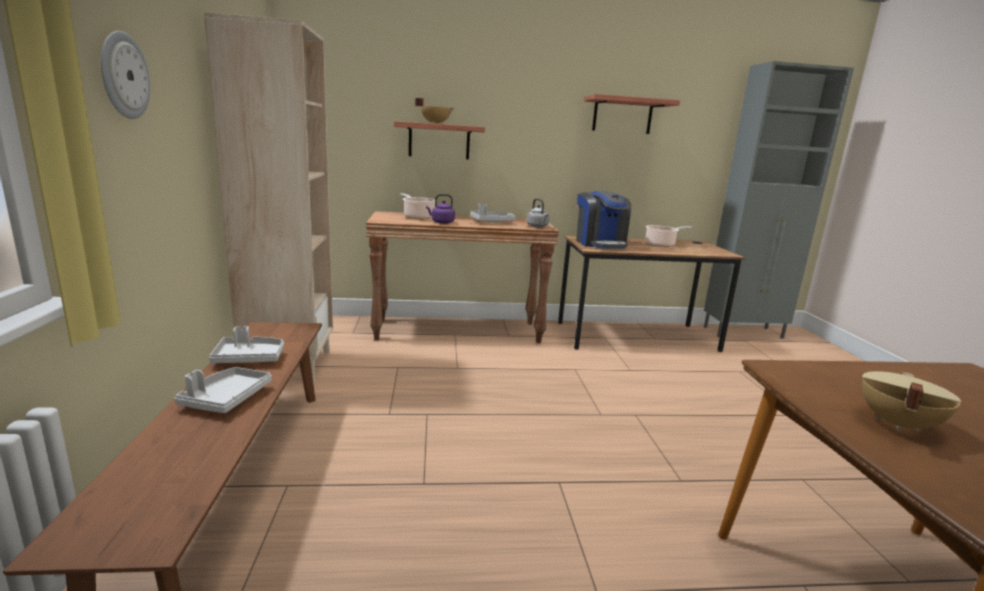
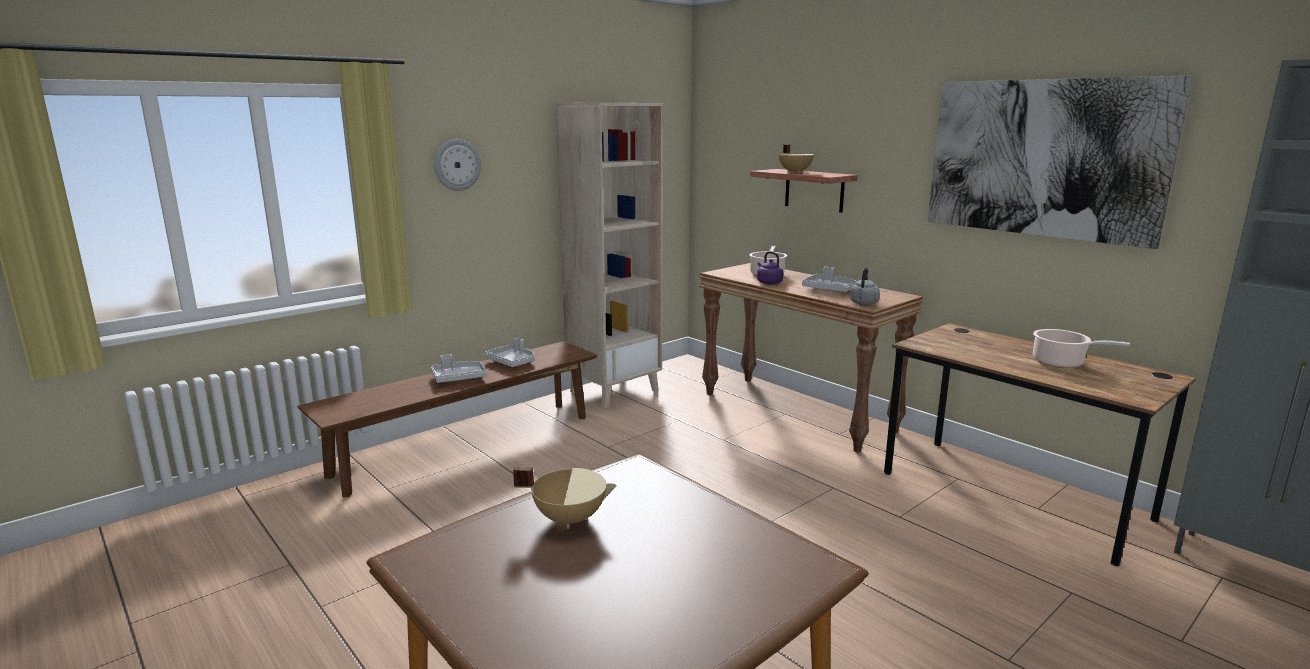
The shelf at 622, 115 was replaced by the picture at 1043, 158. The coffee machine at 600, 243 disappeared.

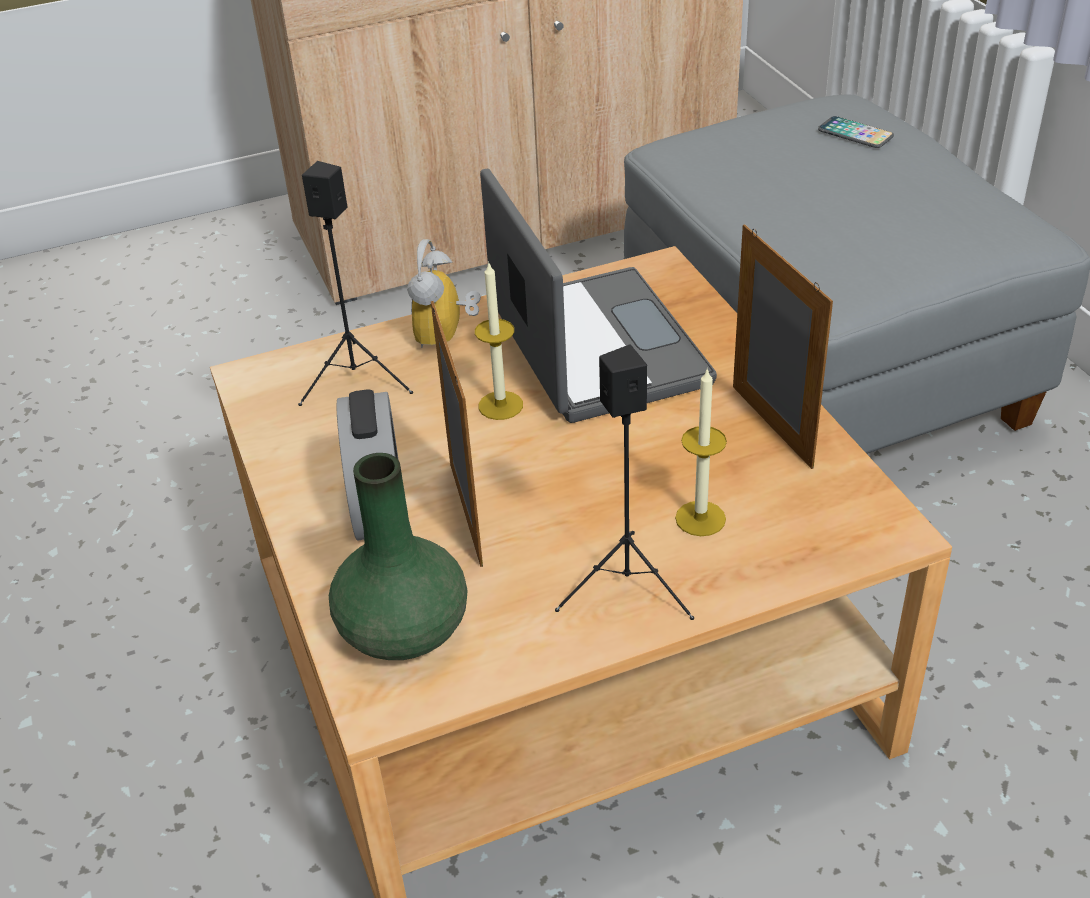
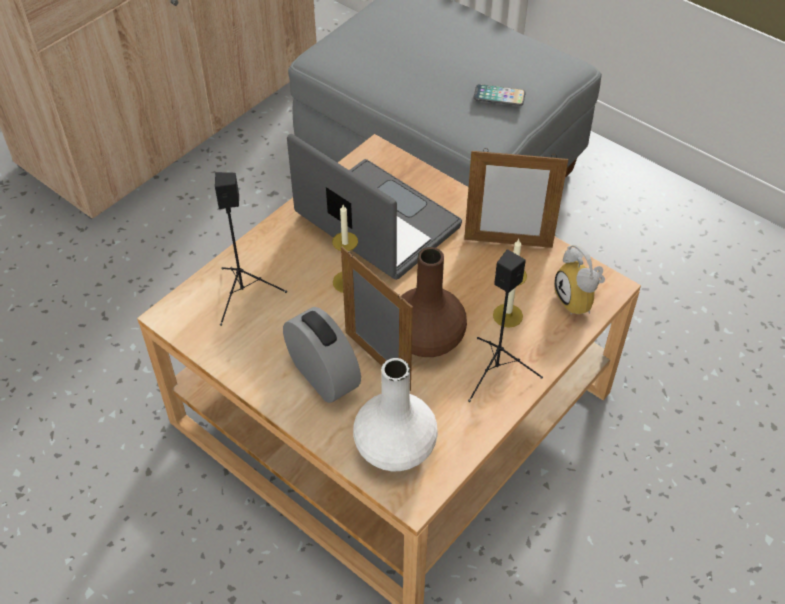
The phone moved from 855, 134 to 499, 96. The picture frame at 771, 426 turned 150 degrees clockwise. The alarm clock moved from 448, 338 to 580, 301. The vase in green at 404, 629 became the vase in white at 394, 446. The vase in brown at 427, 339 appeared.

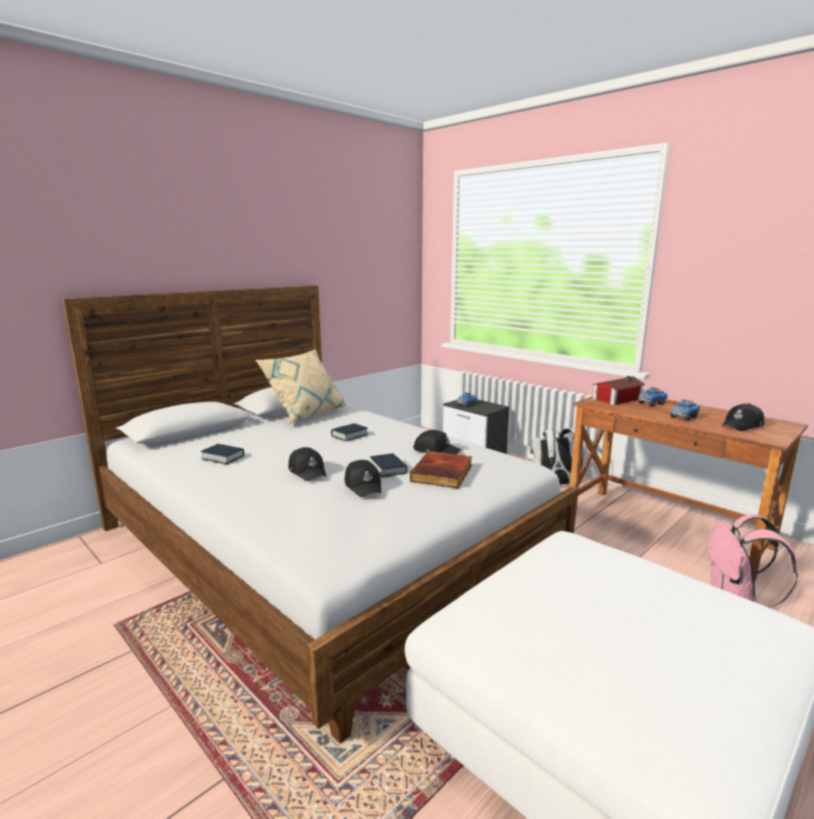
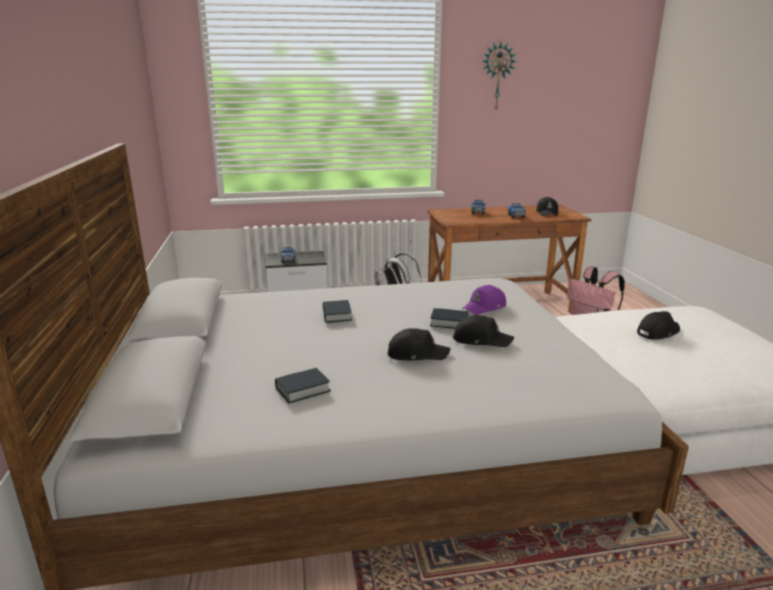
The pillow in beige at 306, 414 disappeared. The toy house at 615, 399 disappeared. The cap in black moved from 436, 450 to 657, 332. The book at 443, 473 was replaced by the cap in purple at 484, 307. The wall clock at 497, 76 appeared.

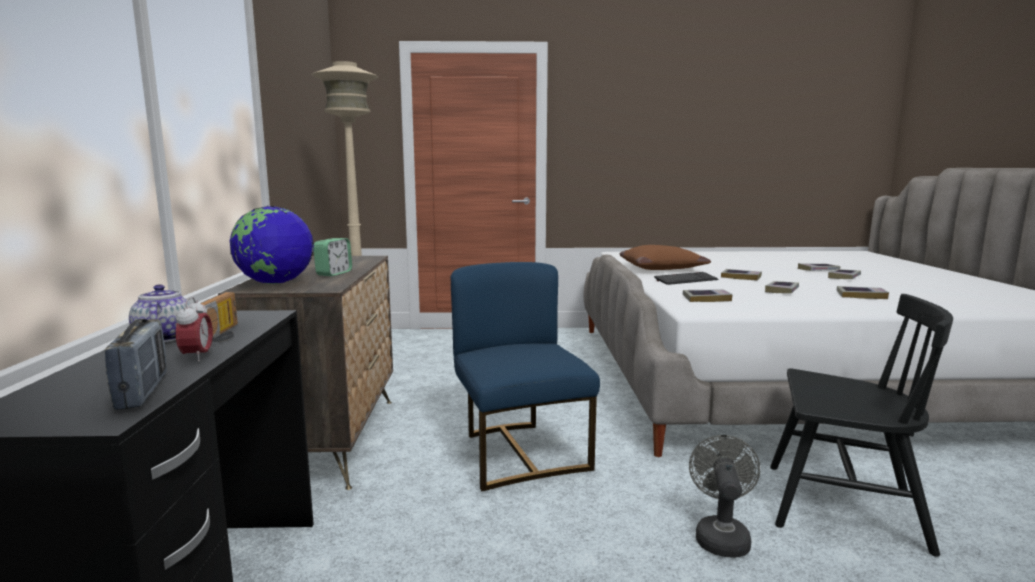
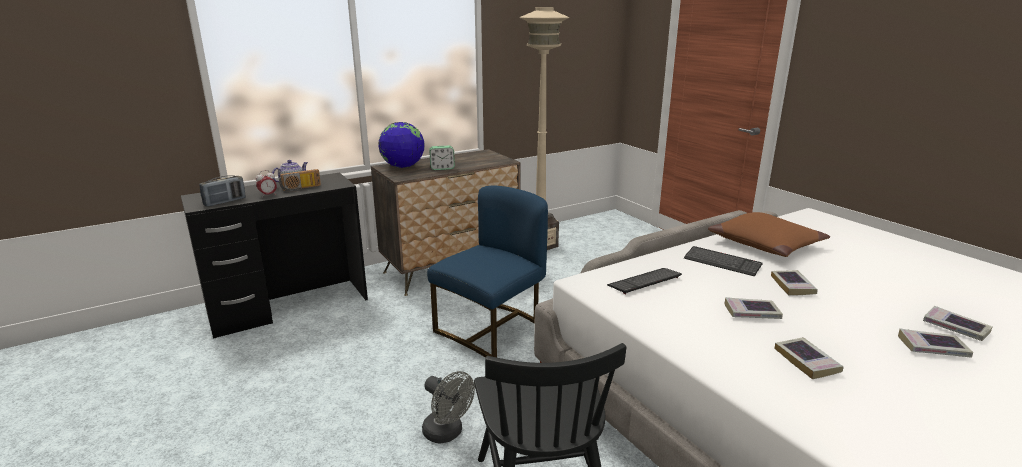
The book at 706, 299 was replaced by the keyboard at 644, 281. The fan in grey at 720, 536 turned 60 degrees clockwise.

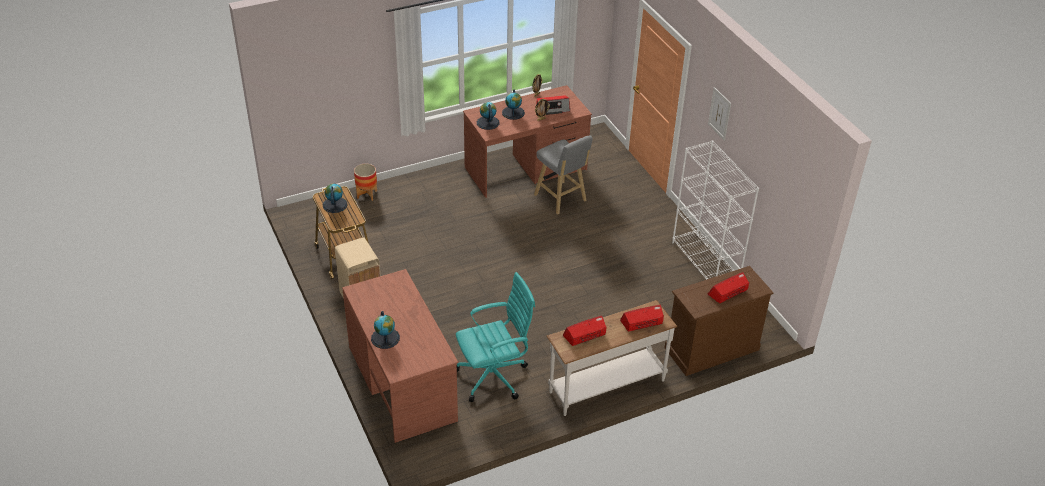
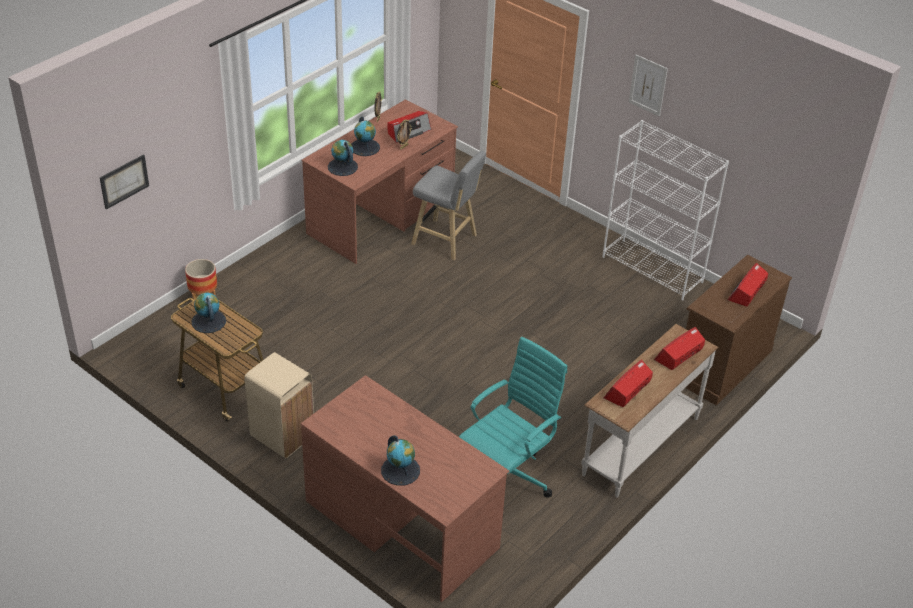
The picture at 124, 181 appeared.

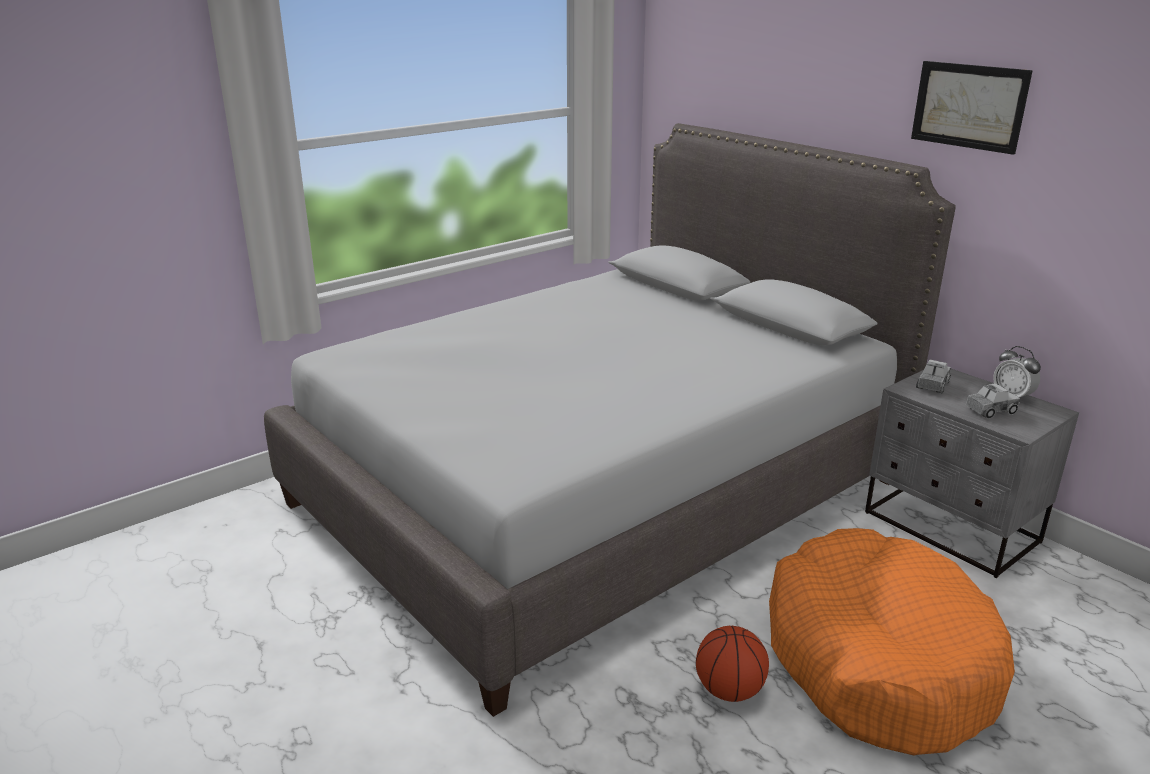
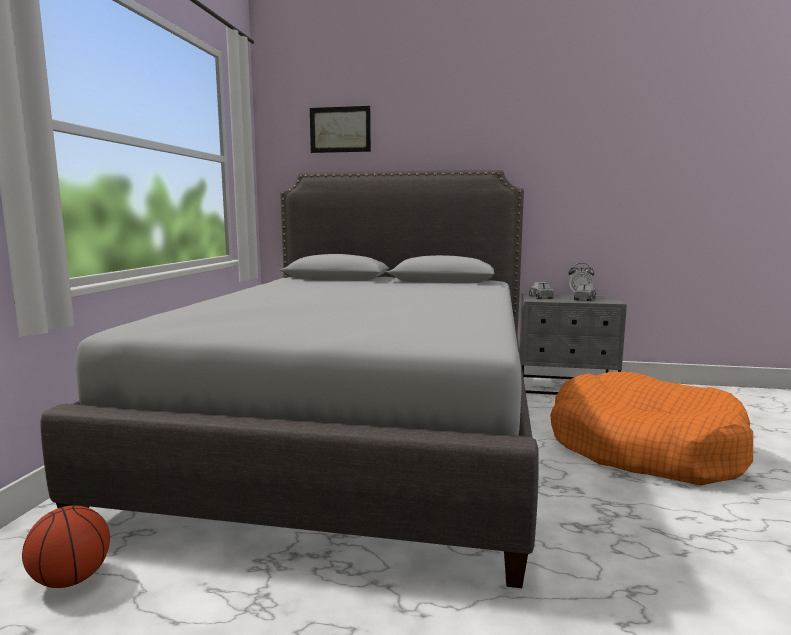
The picture moved from 969, 106 to 340, 129. The basketball moved from 729, 691 to 71, 580.

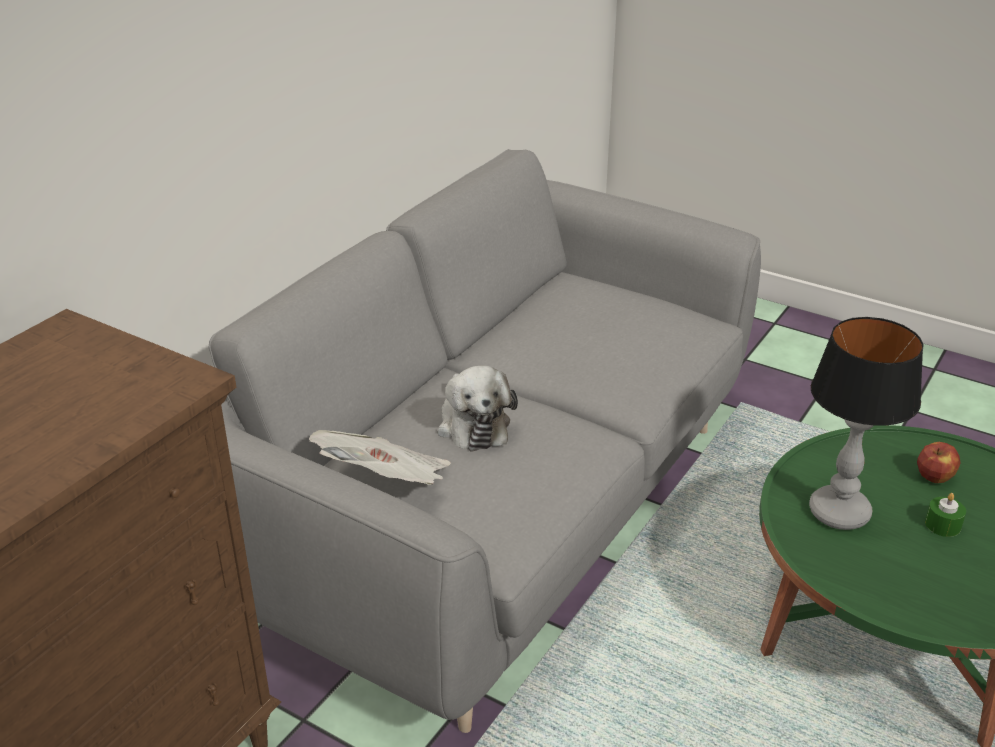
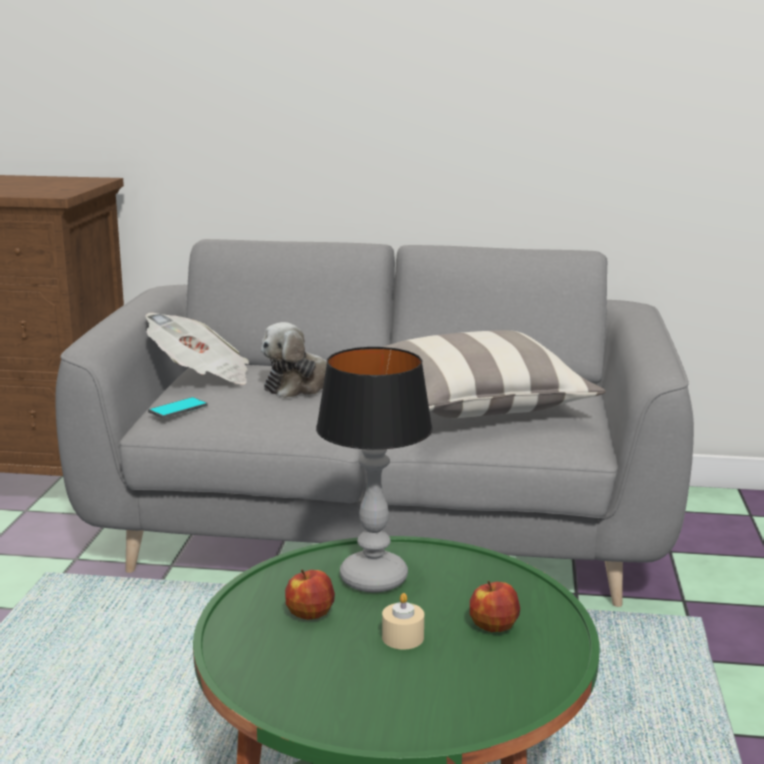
The candle in green at 942, 525 became the candle in beige at 402, 637. The pillow at 478, 403 appeared. The phone at 178, 409 appeared. The apple at 310, 614 appeared.

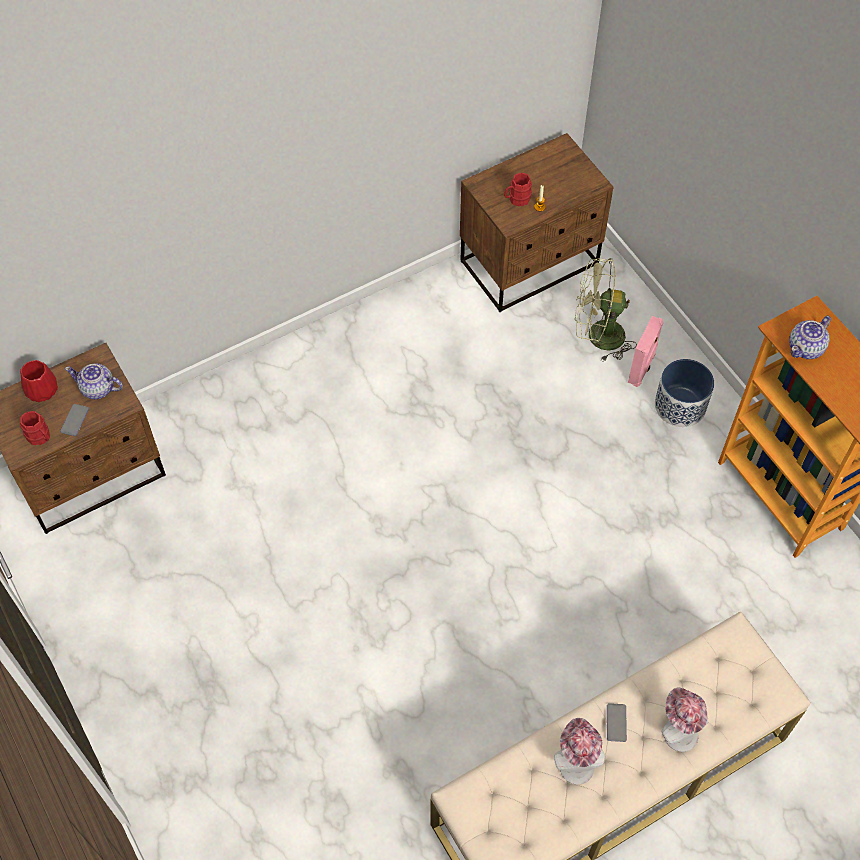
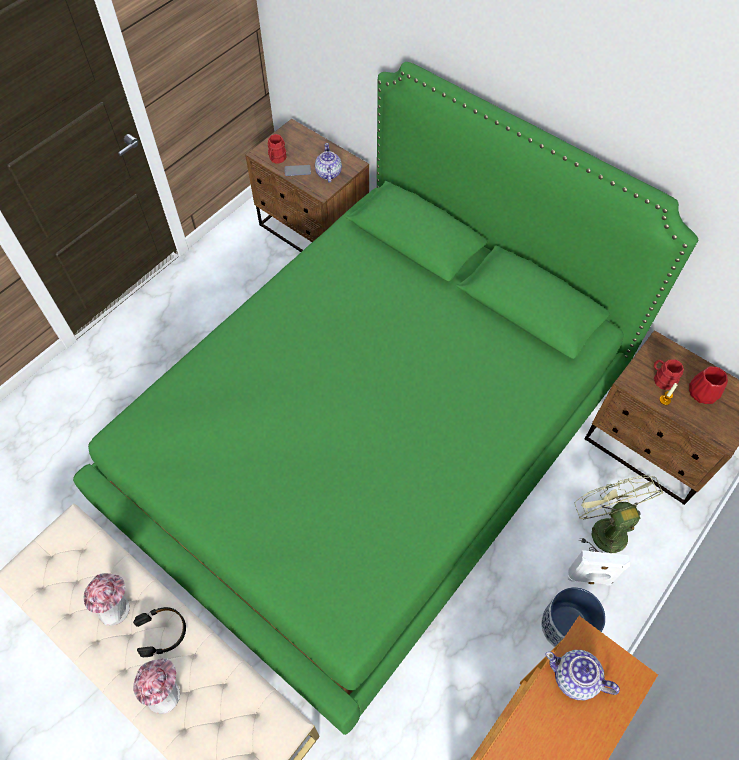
The speaker in pink at 642, 369 became the speaker in white at 589, 578. The vase in red moved from 42, 391 to 701, 393. The phone at 616, 722 was replaced by the headphones in black at 162, 632. The bed in green at 370, 448 appeared.

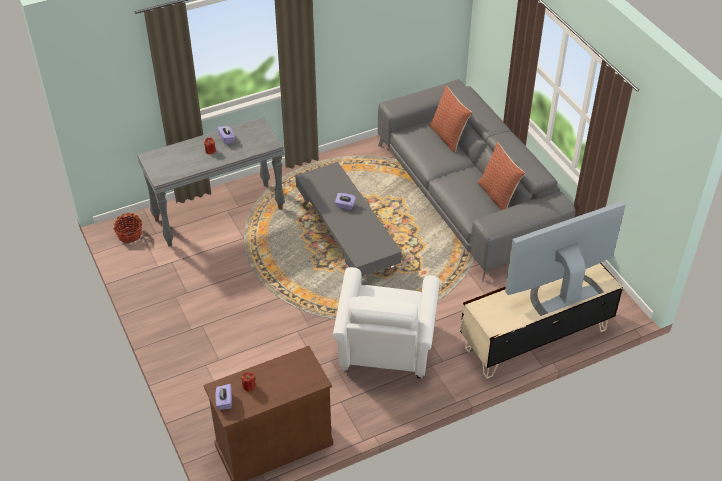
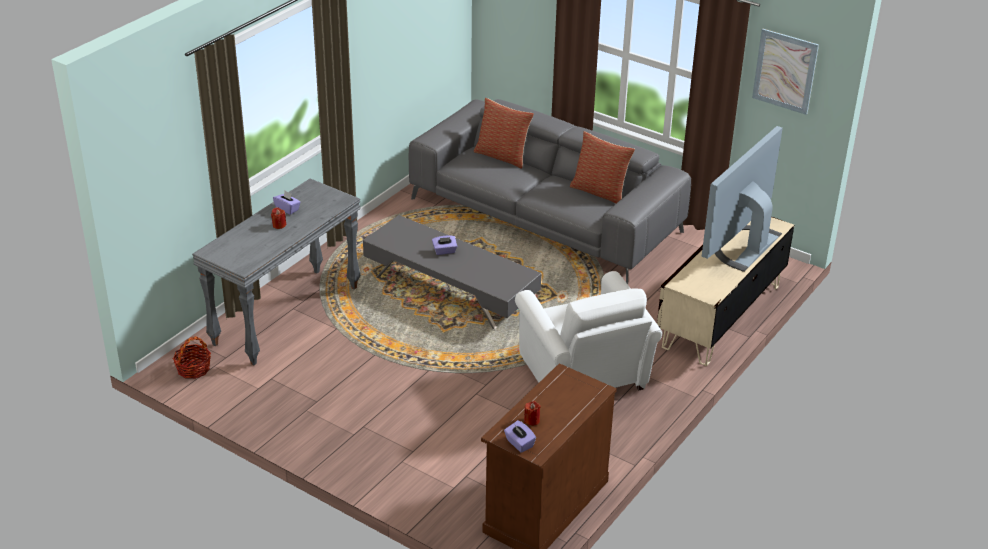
The picture at 785, 71 appeared.

